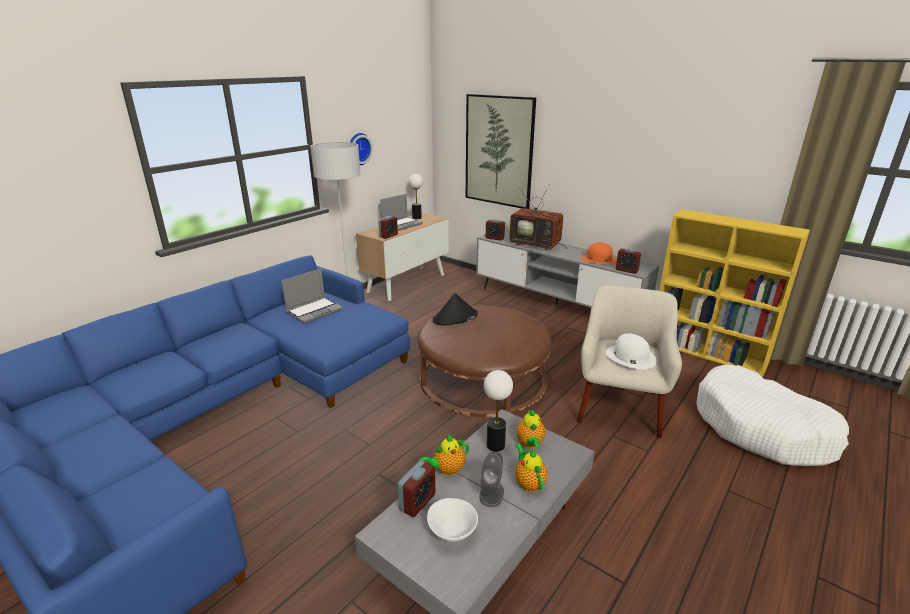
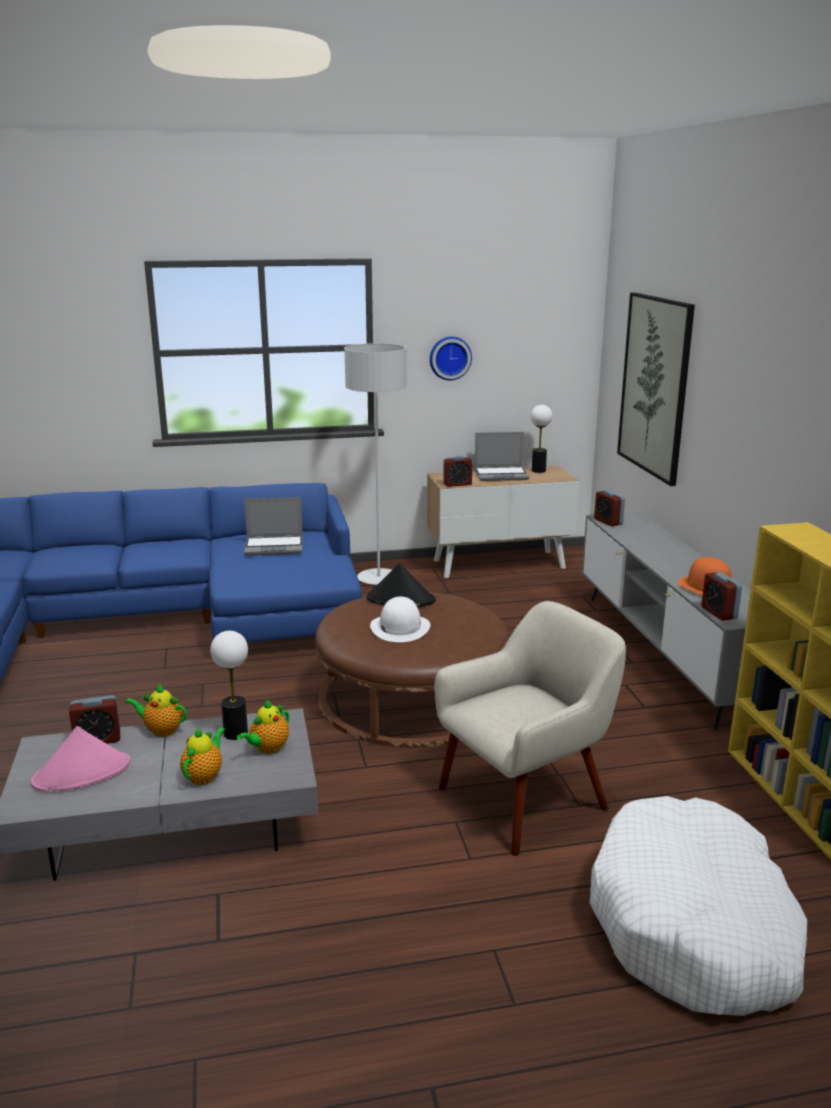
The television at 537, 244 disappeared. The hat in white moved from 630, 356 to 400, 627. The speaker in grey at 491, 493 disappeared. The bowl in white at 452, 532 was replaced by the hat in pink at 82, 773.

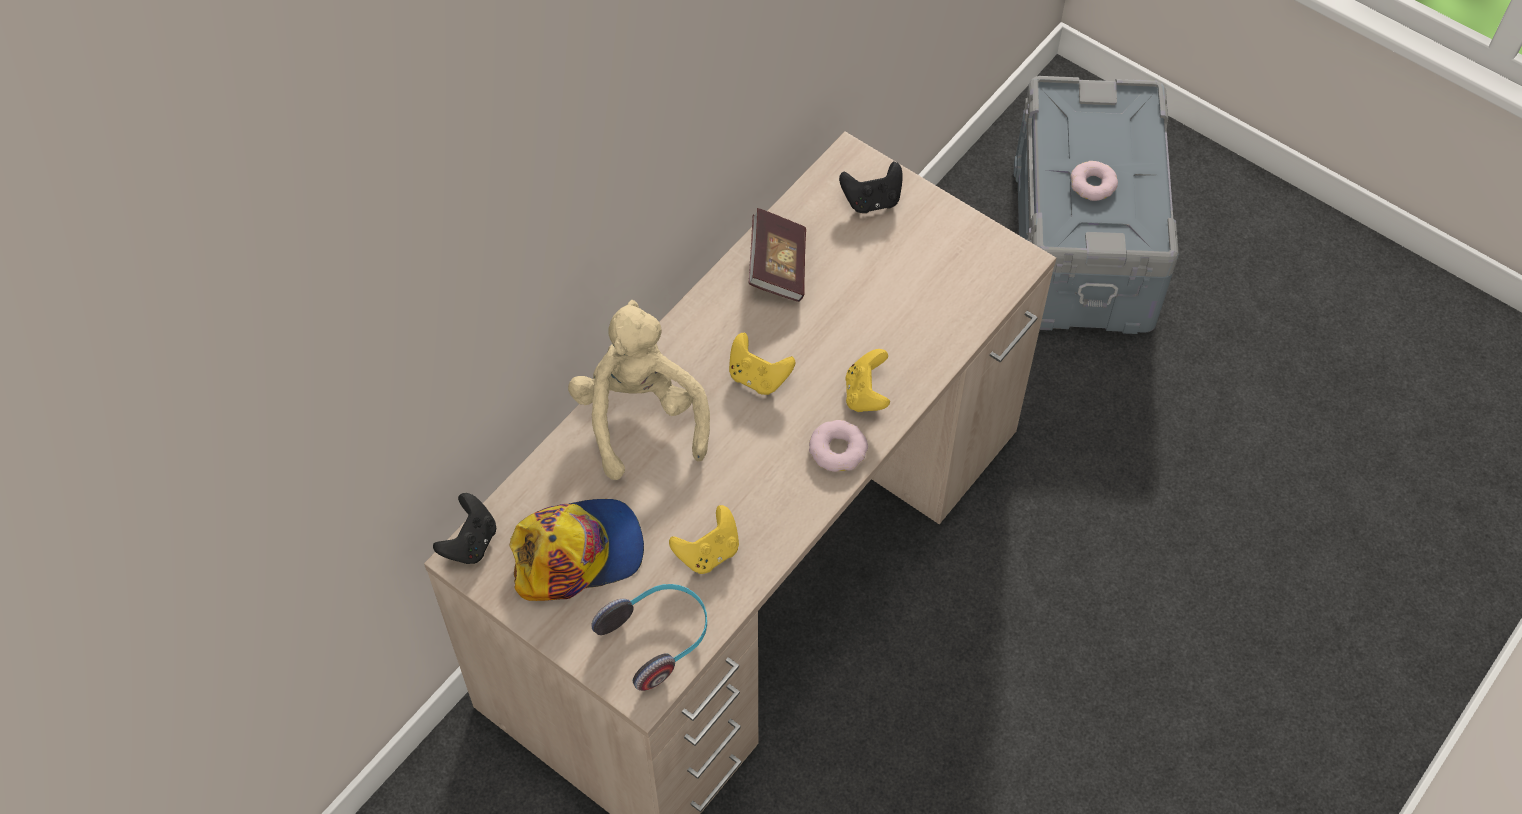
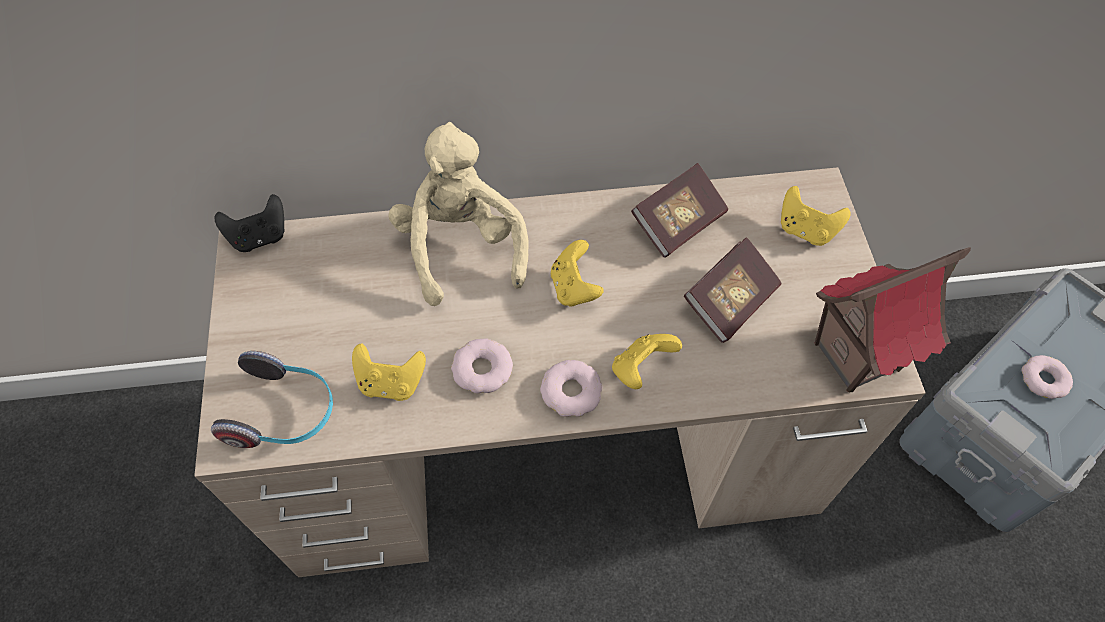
The game controller in black at 872, 200 became the game controller in yellow at 806, 230. The plush toy in beige at 640, 416 turned 45 degrees counterclockwise. The cap at 577, 553 disappeared. The book at 730, 301 appeared. The toy house at 856, 355 appeared. The donut at 482, 370 appeared.

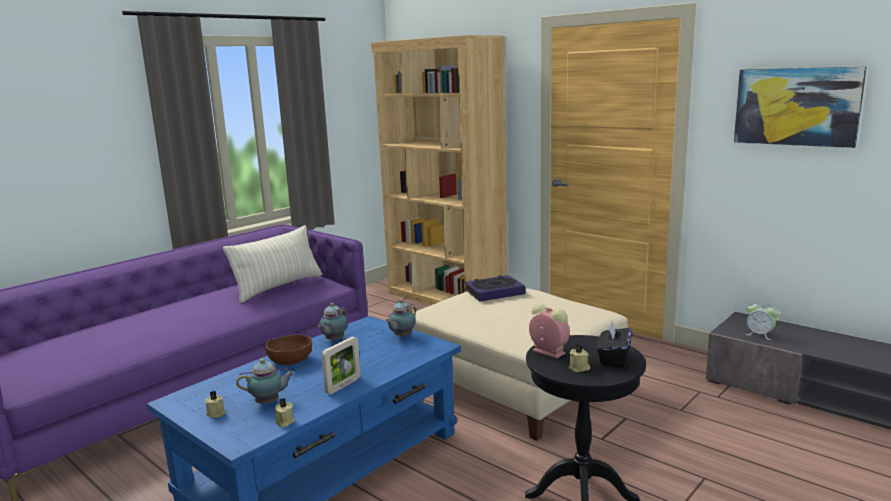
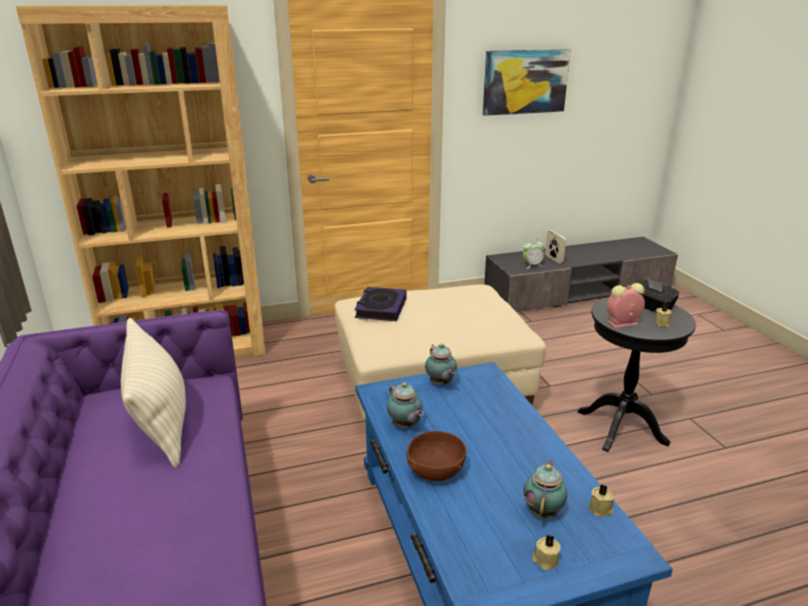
The picture frame moved from 343, 385 to 553, 259.

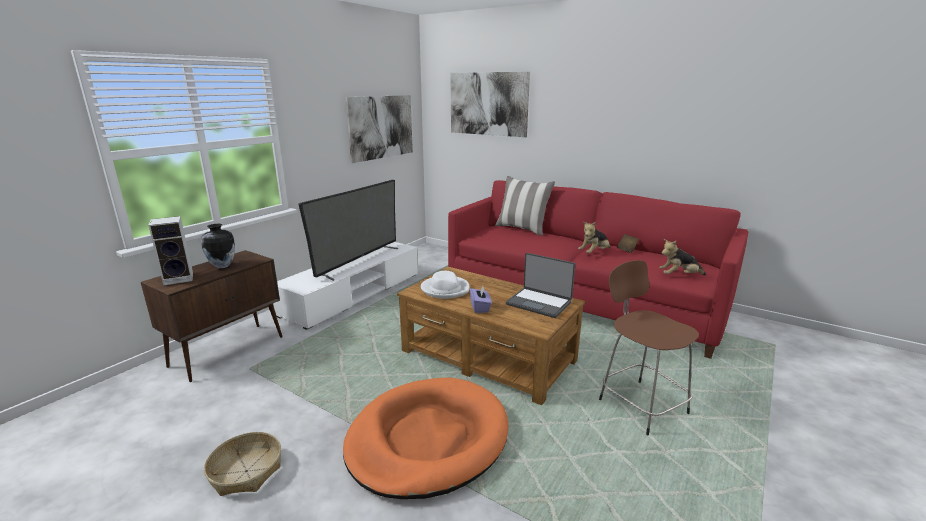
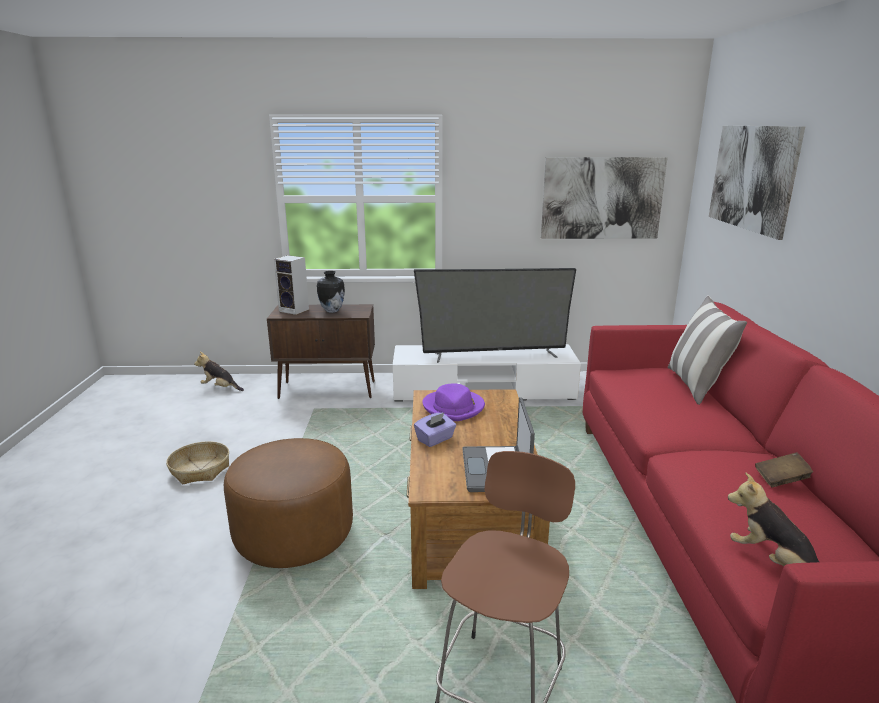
The plush toy moved from 594, 253 to 220, 388. The hat in white at 445, 289 became the hat in purple at 454, 407. The dog bed in orange at 427, 439 was replaced by the ottoman in brown at 294, 535.

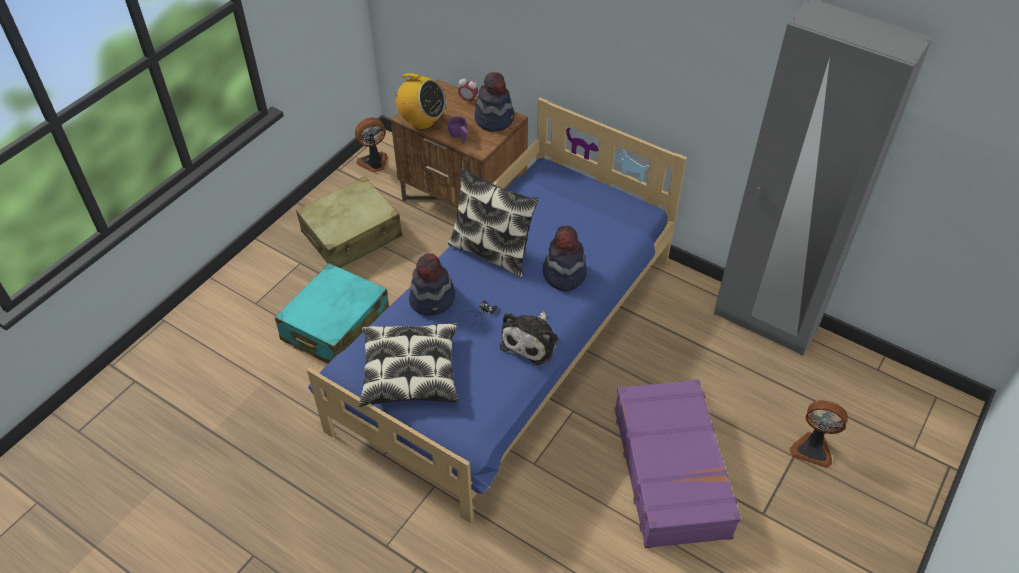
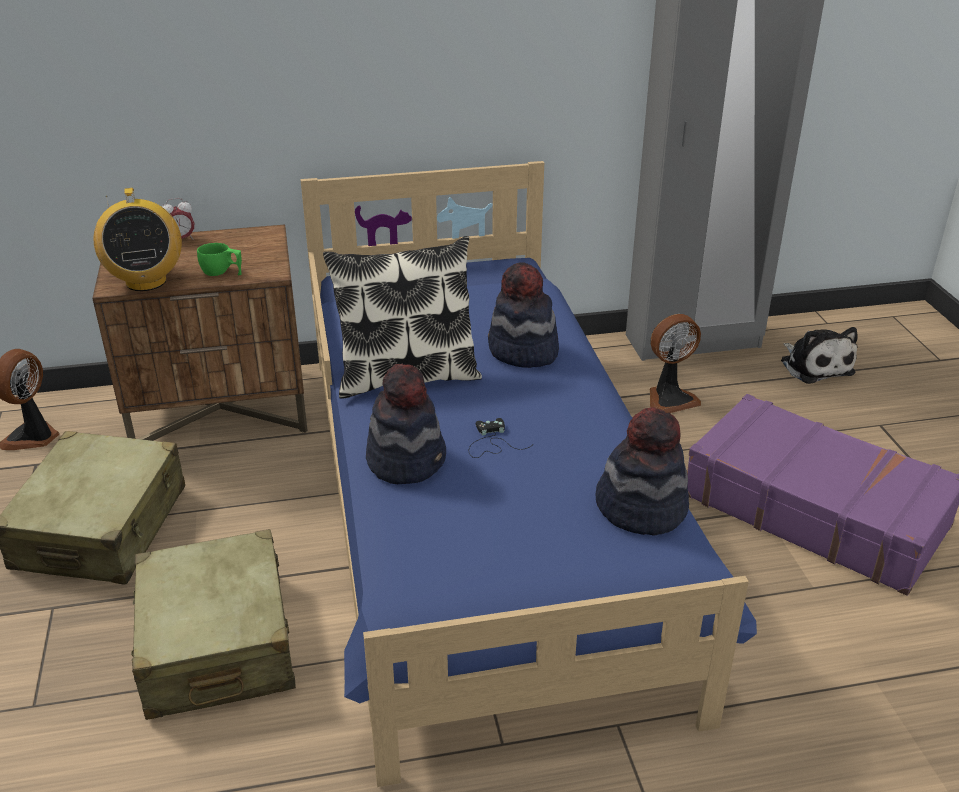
The hat moved from 494, 119 to 641, 508. The radio at 422, 122 turned 90 degrees clockwise. The cup in purple at 459, 136 became the cup in green at 222, 273. The suitcase in turquoise at 335, 326 became the suitcase in beige at 217, 645. The plush toy moved from 531, 341 to 815, 365. The pillow at 410, 372 disappeared. The fan moved from 812, 448 to 669, 399.

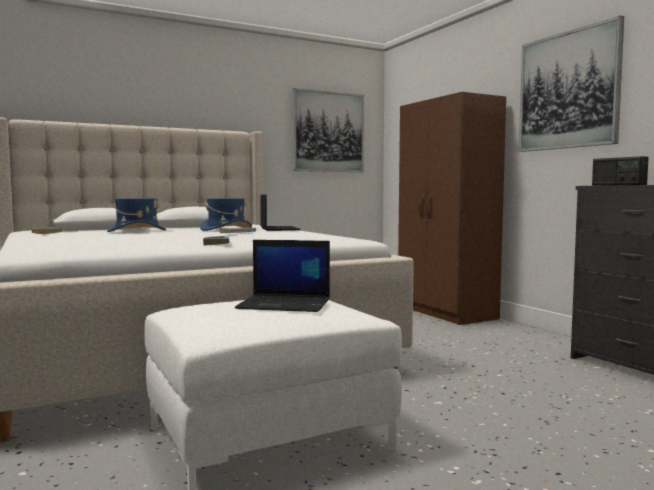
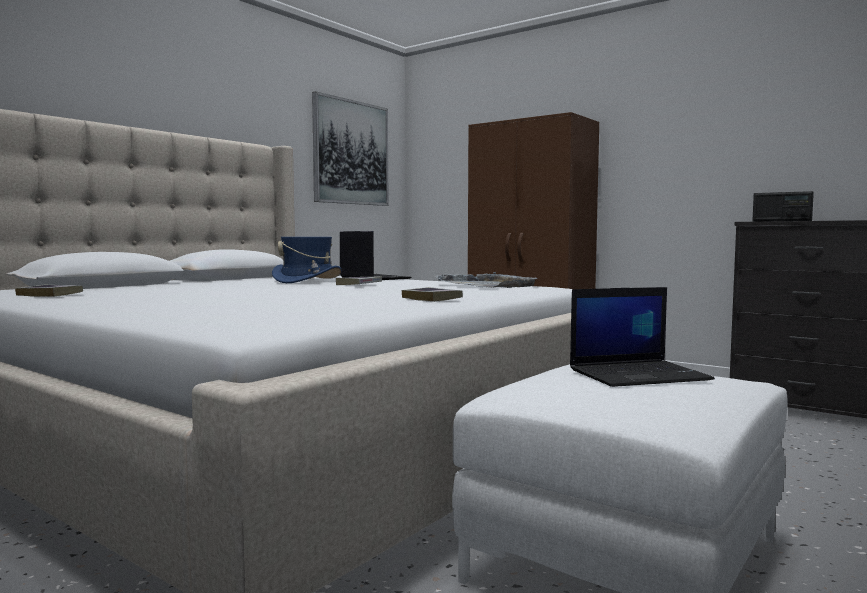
The picture at 568, 90 disappeared. The hat in blue at 137, 231 disappeared. The tray in grey at 487, 285 appeared.

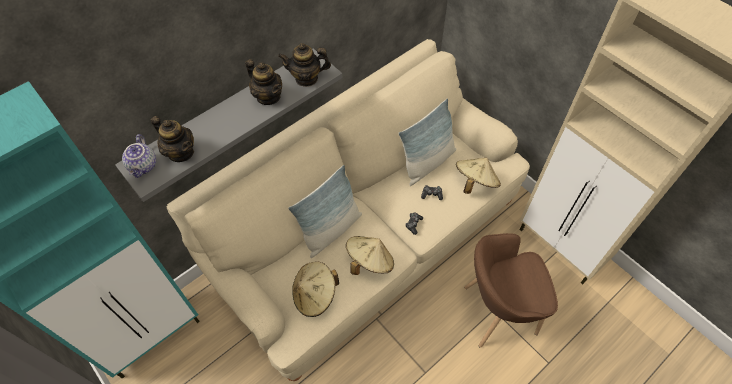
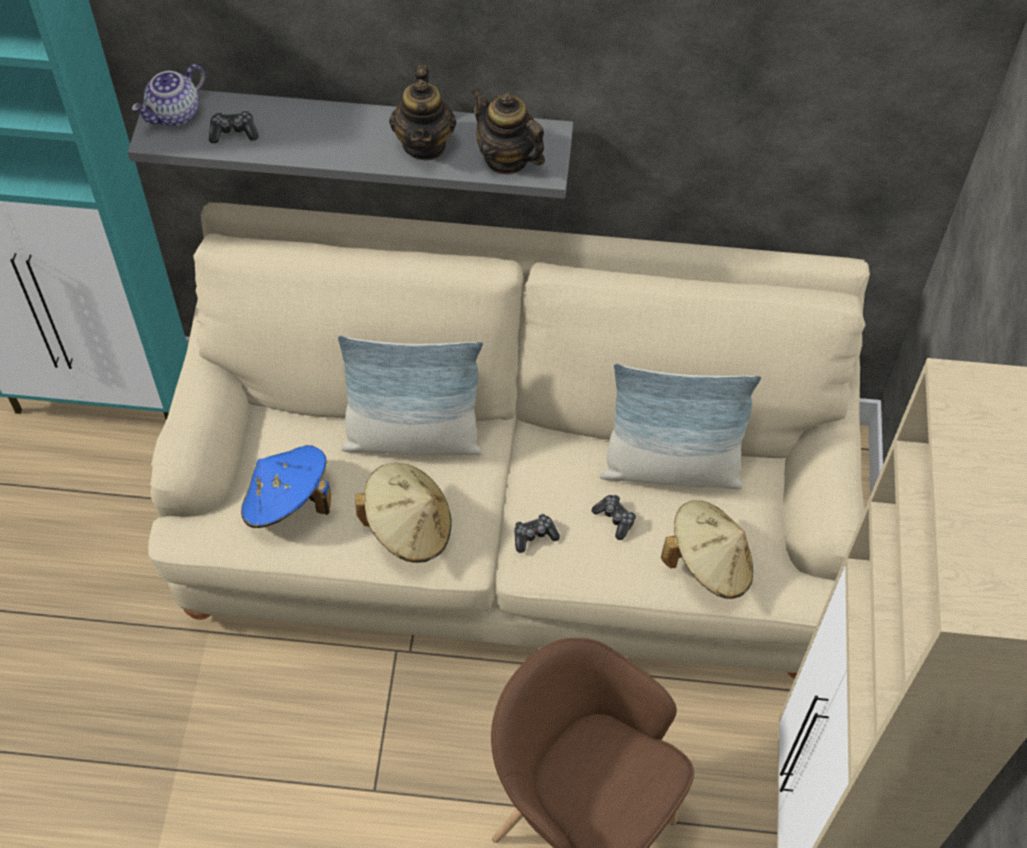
The teapot at 181, 152 was replaced by the game controller at 234, 132. The hat in beige at 315, 295 became the hat in blue at 287, 503.

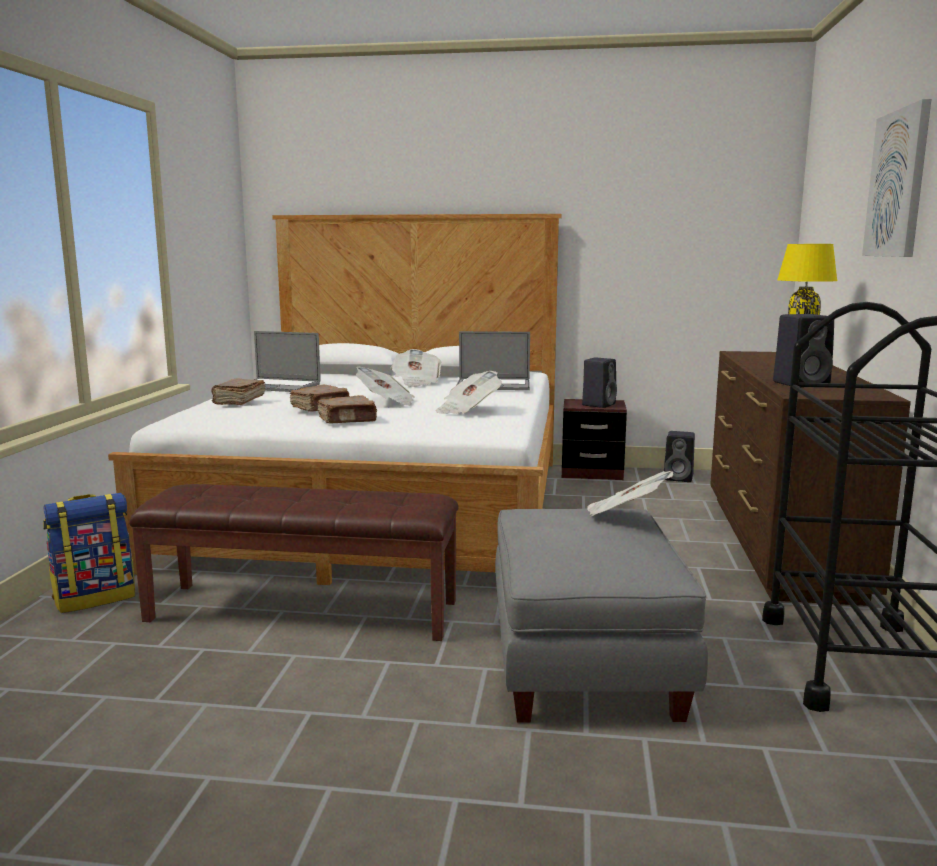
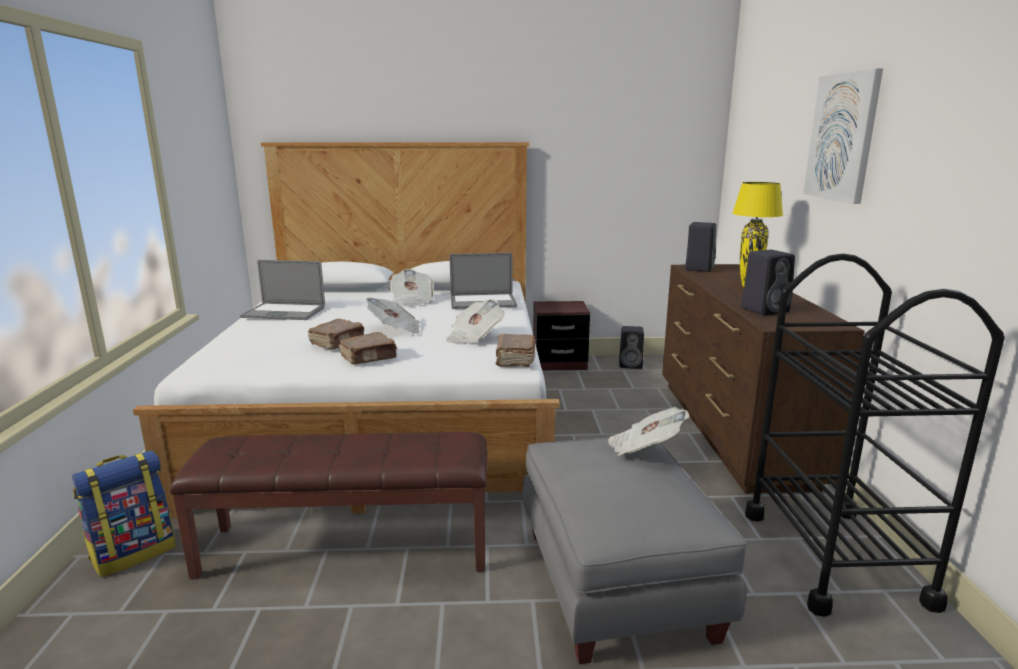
The speaker in black moved from 599, 404 to 699, 268. The book in brown moved from 238, 401 to 515, 359.

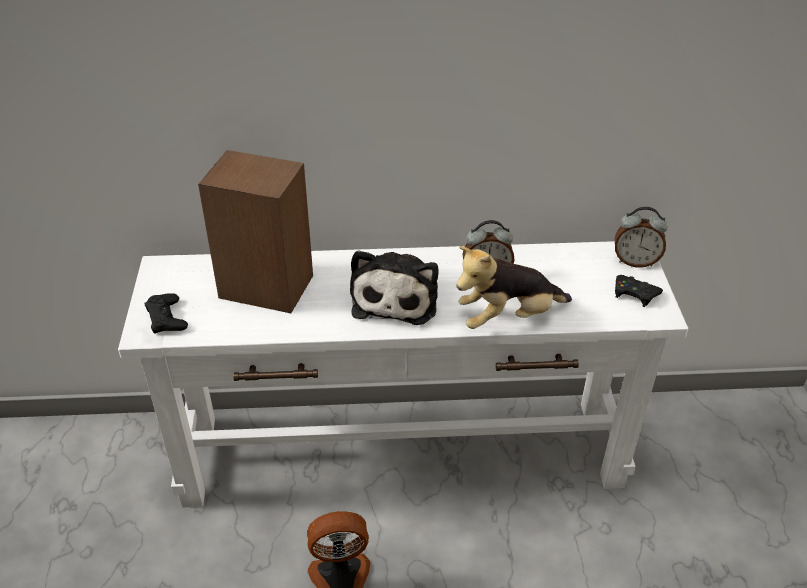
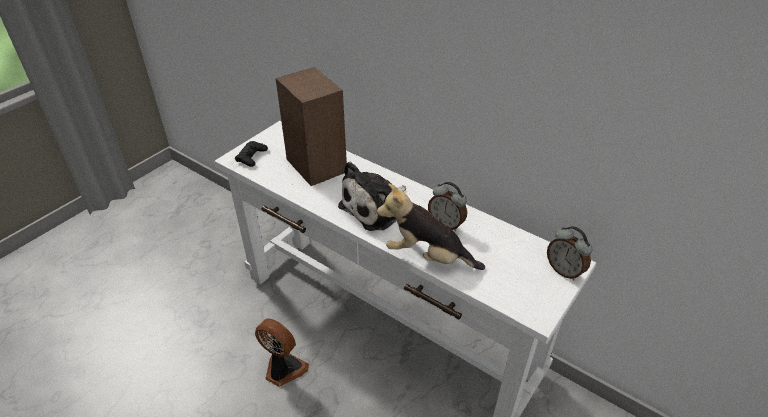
The game controller in black at 635, 293 disappeared.

